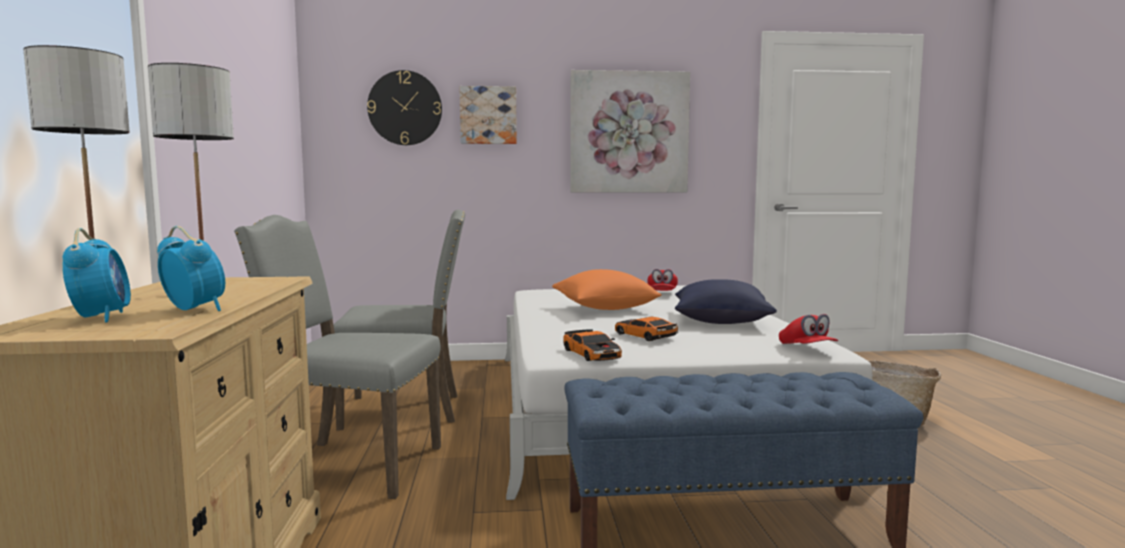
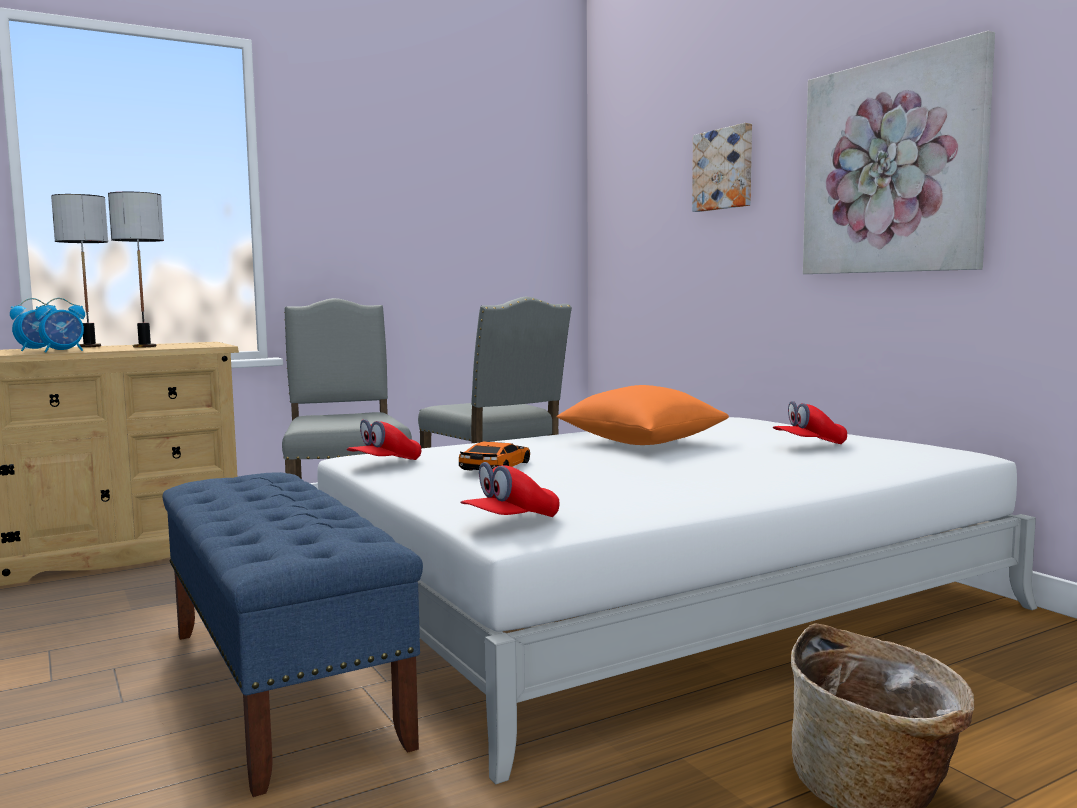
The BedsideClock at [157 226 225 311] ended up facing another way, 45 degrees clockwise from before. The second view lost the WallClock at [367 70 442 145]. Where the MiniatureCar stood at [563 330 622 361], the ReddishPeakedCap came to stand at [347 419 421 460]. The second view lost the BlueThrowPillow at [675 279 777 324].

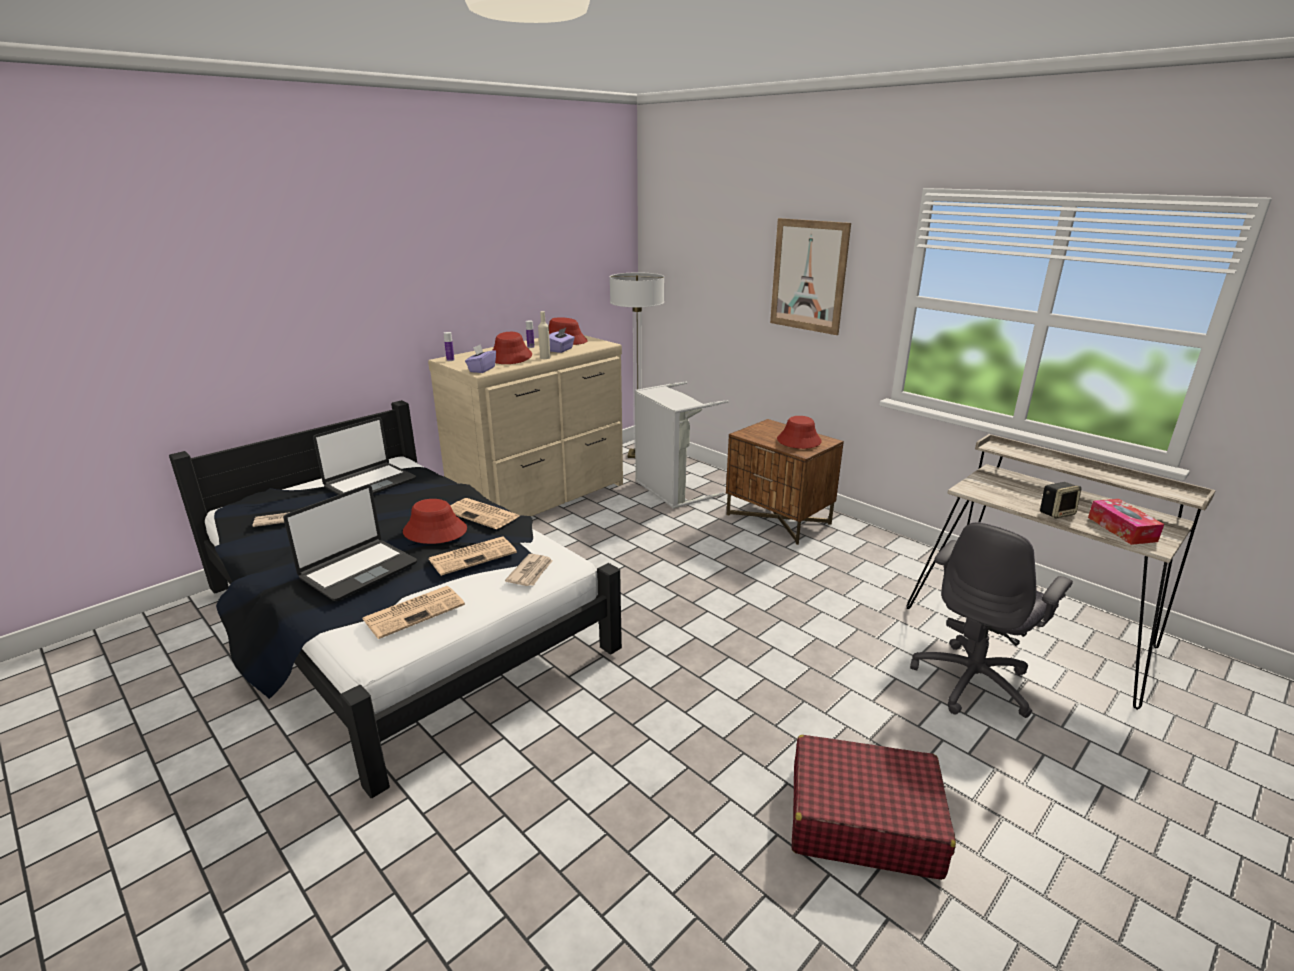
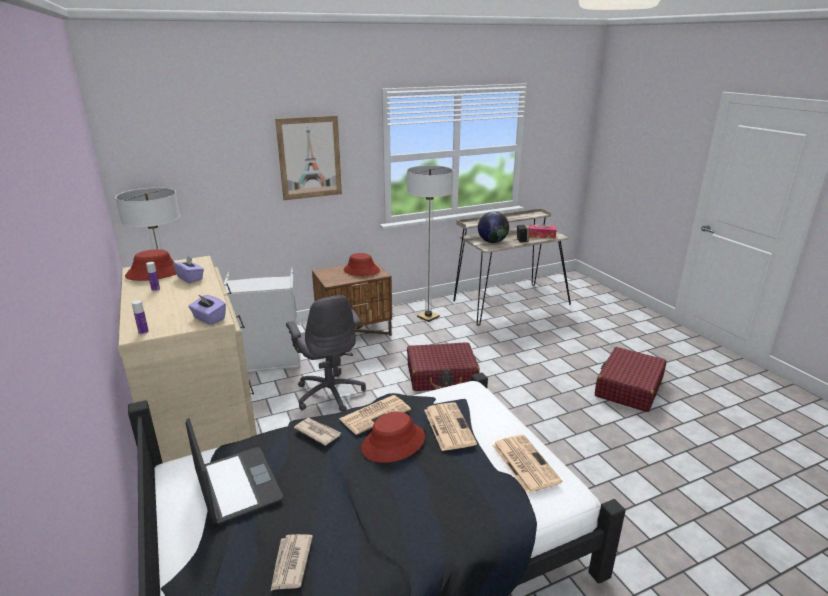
The second view lost the NotebookComputer at [284 485 417 601]. The second view lost the ReddishHat at [493 332 532 364]. The PrintedPaper ended up elsewhere, having gone from [505 554 552 586] to [294 418 341 446]. The second view lost the BeigeColouredBeverageBottle at [538 311 551 359]. The GreyOfficeChair ended up elsewhere, having gone from [910 522 1073 718] to [286 295 366 412]. The second view gained the StandingLamp at [407 165 454 322]. The second view gained the ReddishSuitcase at [407 342 480 391]. The second view gained the WorldGlobe at [478 211 509 243].

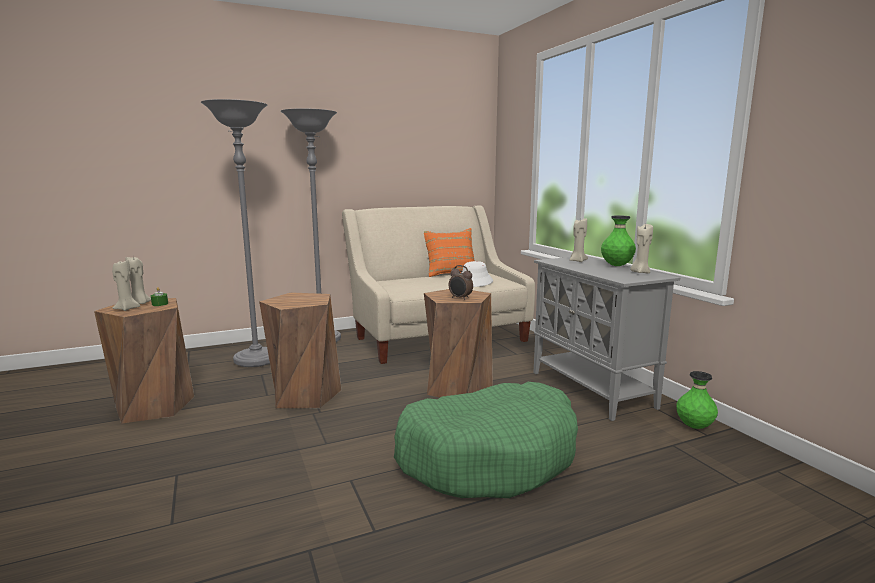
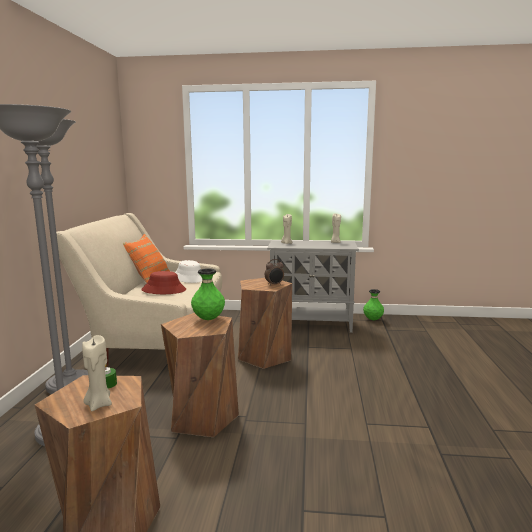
The second view lost the BeigeColouredCandle at [125 255 151 304]. The second view lost the GreenDogCushion at [394 382 578 498]. The GreenVase ended up elsewhere, having gone from [601 215 636 266] to [191 268 225 320]. The second view gained the ReddishHat at [141 271 186 294].

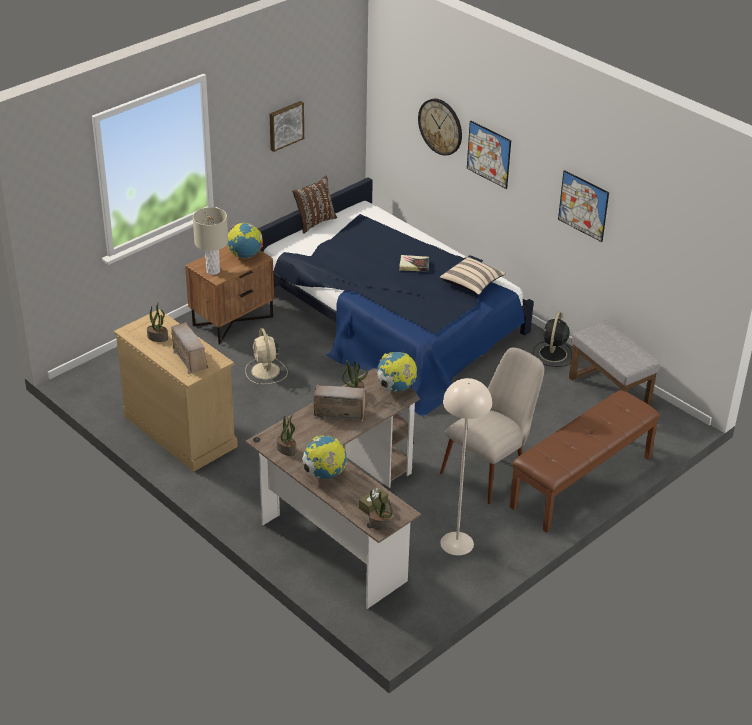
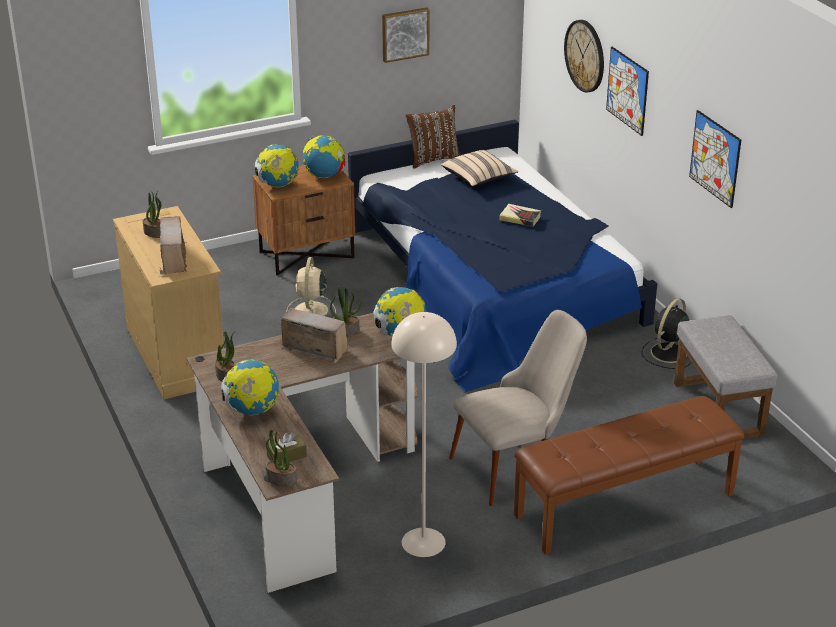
Where the BeigeColouredLampForATable stood at [193 207 228 275], the WorldGlobe came to stand at [255 144 299 187]. The BeigeColouredThrowPillow ended up elsewhere, having gone from [440 256 506 295] to [441 150 518 186].

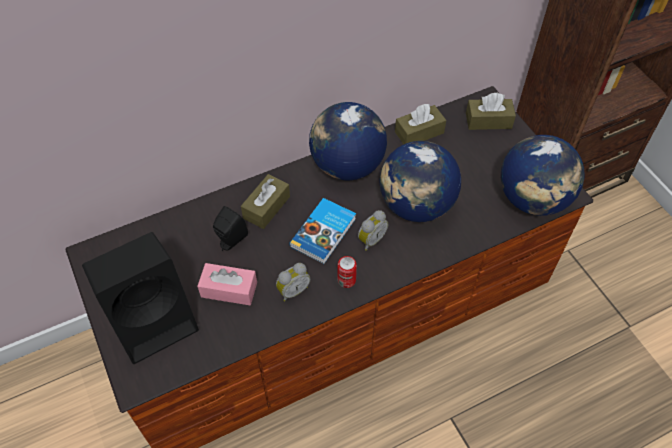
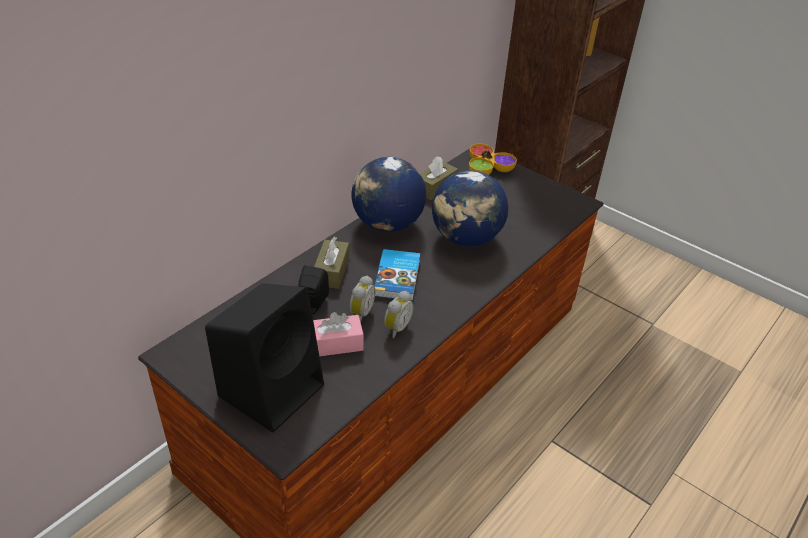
The second view lost the SealedCan at [337 256 357 288]. The BedsideClock ended up elsewhere, having gone from [358 210 388 251] to [350 276 375 322]. Where the BrownTissueBox stood at [466 93 516 130], the DeepDish came to stand at [469 144 517 175]. The second view lost the WorldGlobe at [501 135 585 216].

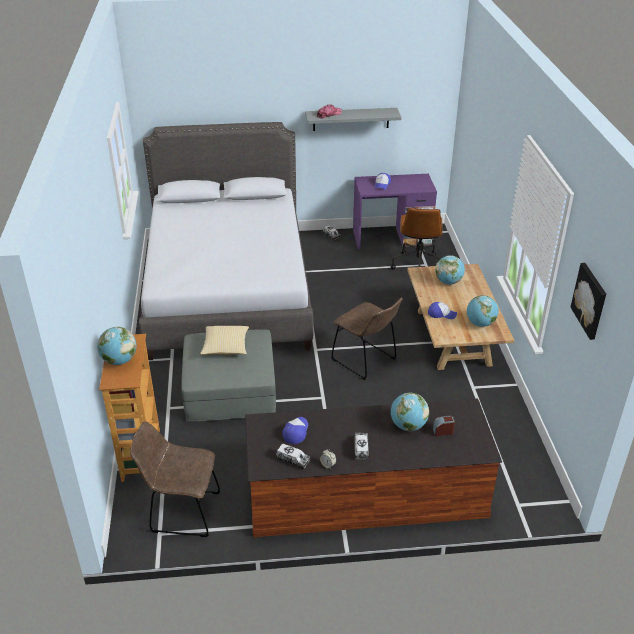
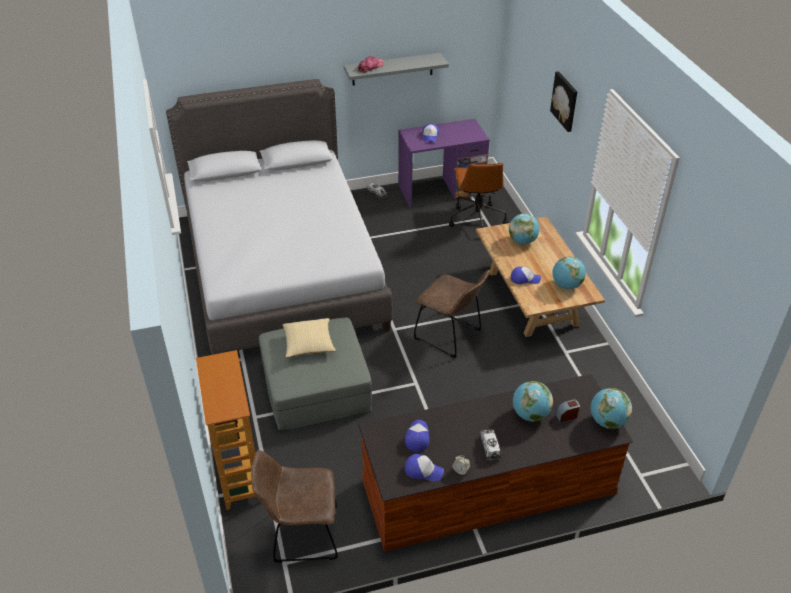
The WorldGlobe ended up elsewhere, having gone from [97 327 136 365] to [591 388 632 429]. Where the ModelTruck stood at [276 444 310 470], the PeakedCap came to stand at [405 454 444 481]. The WallPicture ended up elsewhere, having gone from [571 263 606 340] to [550 71 577 132].

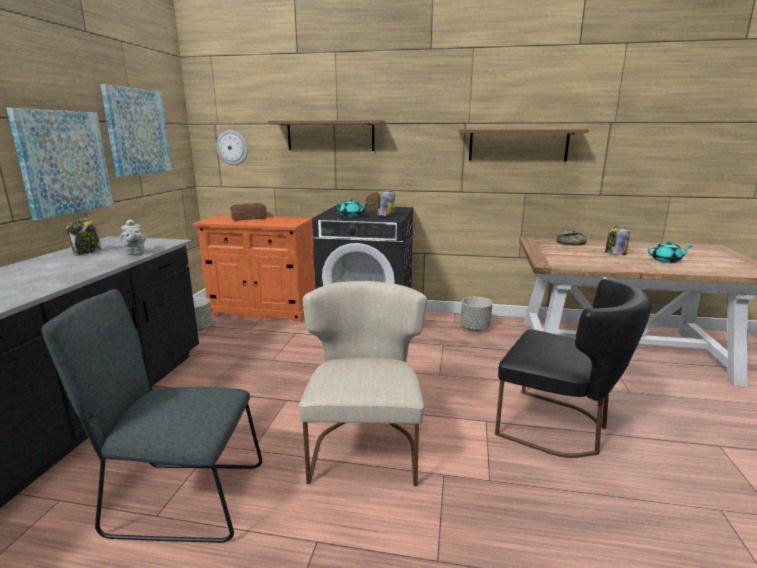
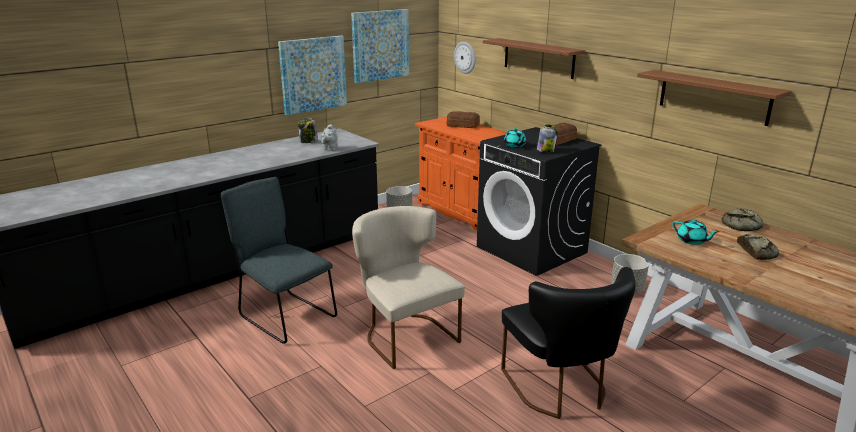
The BeigeColouredPlainChair at [299 281 427 486] ended up facing another way, 75 degrees counterclockwise from before. Where the PreserveJar stood at [605 226 630 255], the Bread came to stand at [737 234 779 260]. The TurquoiseColouredTeaPot ended up elsewhere, having gone from [648 241 692 263] to [672 220 720 245].

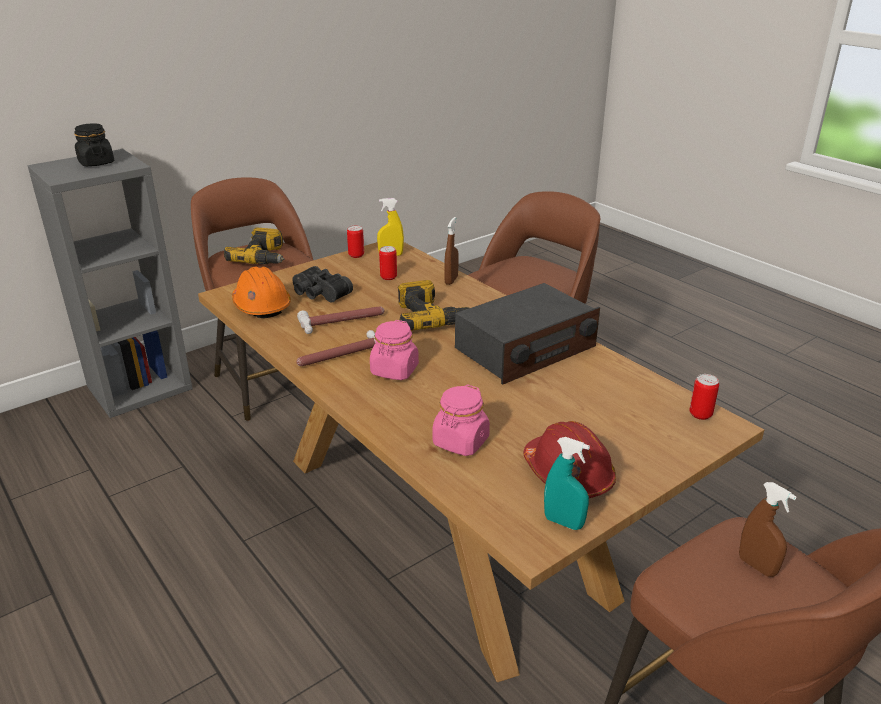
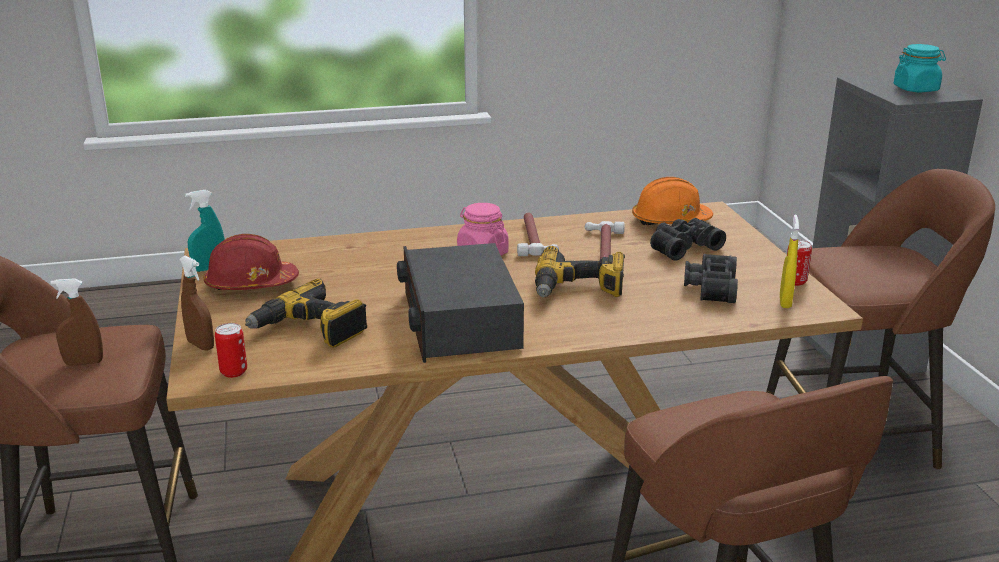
What was the BlackishPreserveJar at [74 123 114 166] turned into the TurquoiseColouredPreserveJar at [894 44 946 92]. The PowerDrill ended up elsewhere, having gone from [224 228 284 265] to [245 279 367 347]. Where the SealedCan stood at [379 246 397 280], the BlackishFieldGlasses came to stand at [684 254 738 303]. The second view lost the PinkPreserveJar at [432 385 490 456]. The BrownSprayBottle ended up elsewhere, having gone from [444 217 459 285] to [180 255 214 351].

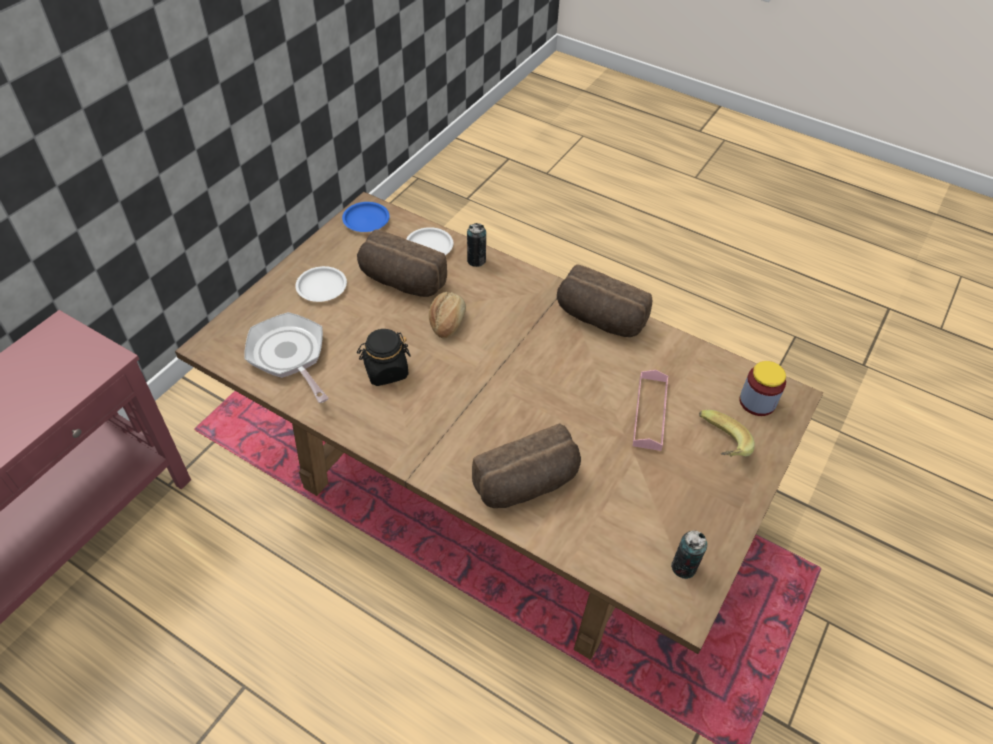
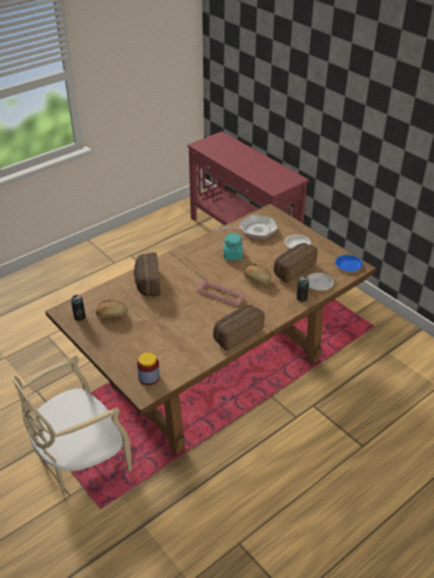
What was the BlackishPreserveJar at [357 329 411 386] turned into the TurquoiseColouredPreserveJar at [223 233 243 260]. The PinkServingTray ended up elsewhere, having gone from [633 370 668 451] to [198 280 244 306]. The second view lost the WholeBanana at [699 410 755 457]. The second view gained the BeigeColouredPlainChair at [12 356 132 495]. The second view gained the Bread at [96 299 127 318].

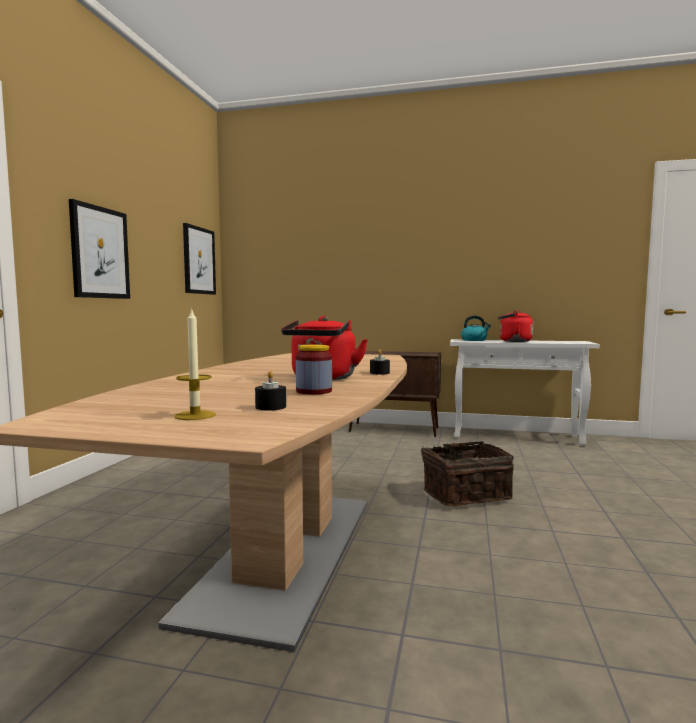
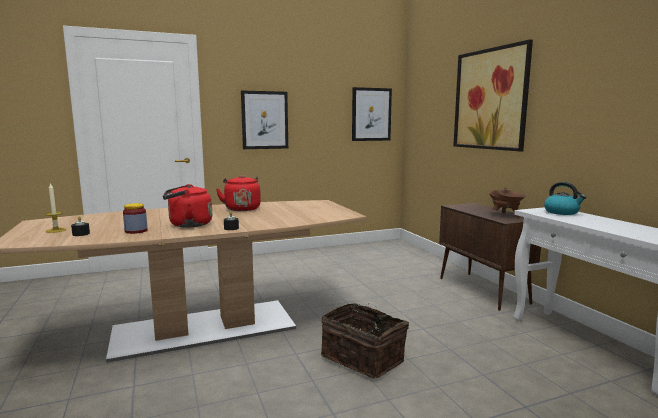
The ReddishWaterKettle ended up elsewhere, having gone from [498 311 533 342] to [216 175 261 211]. The second view gained the WallPicture at [453 39 533 151]. The second view gained the BrownSaucepot at [489 187 525 218].

